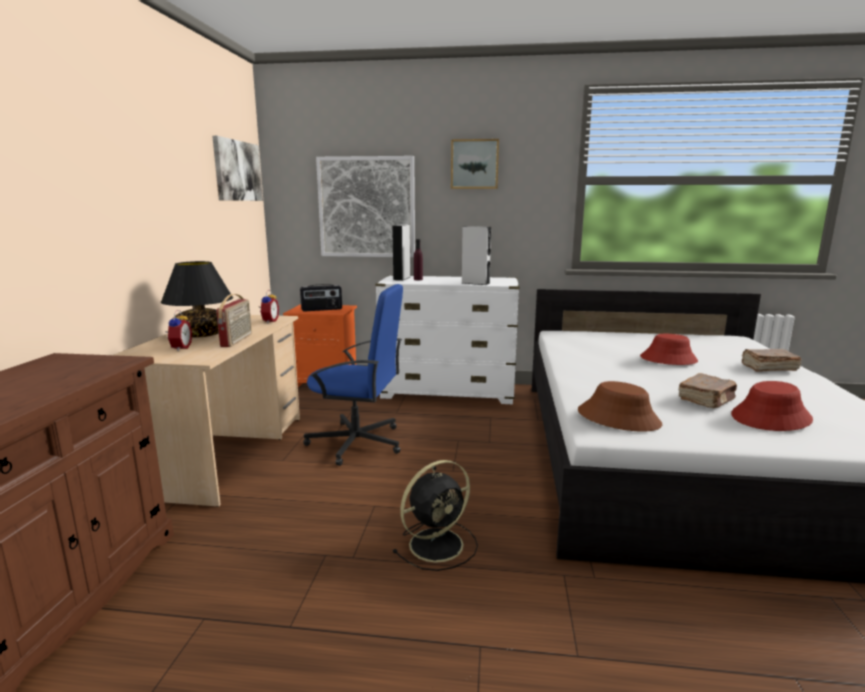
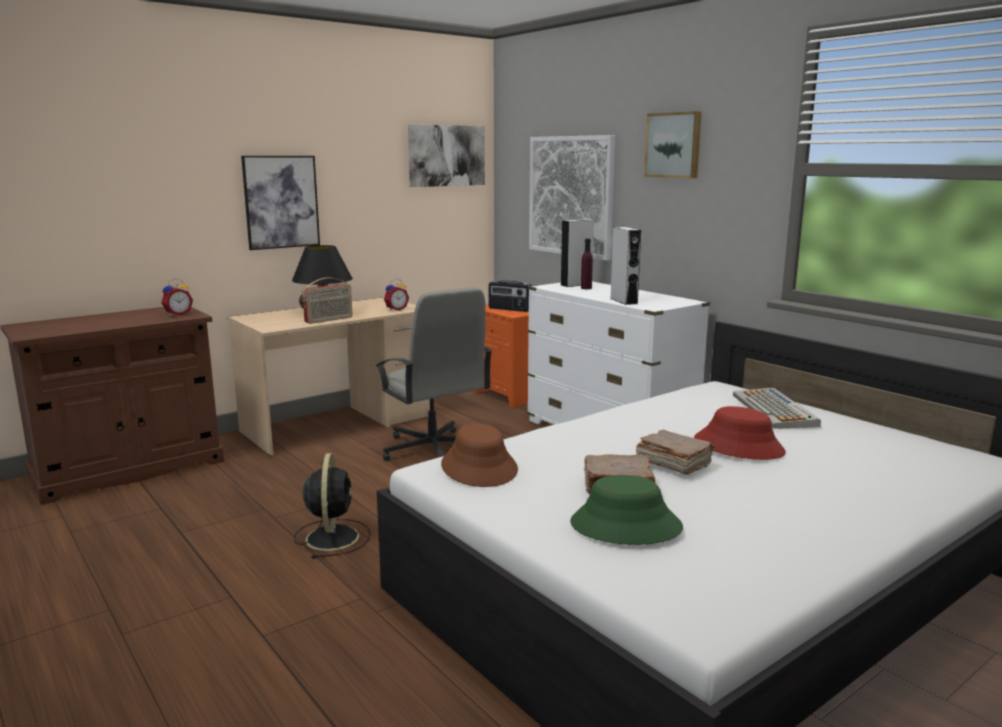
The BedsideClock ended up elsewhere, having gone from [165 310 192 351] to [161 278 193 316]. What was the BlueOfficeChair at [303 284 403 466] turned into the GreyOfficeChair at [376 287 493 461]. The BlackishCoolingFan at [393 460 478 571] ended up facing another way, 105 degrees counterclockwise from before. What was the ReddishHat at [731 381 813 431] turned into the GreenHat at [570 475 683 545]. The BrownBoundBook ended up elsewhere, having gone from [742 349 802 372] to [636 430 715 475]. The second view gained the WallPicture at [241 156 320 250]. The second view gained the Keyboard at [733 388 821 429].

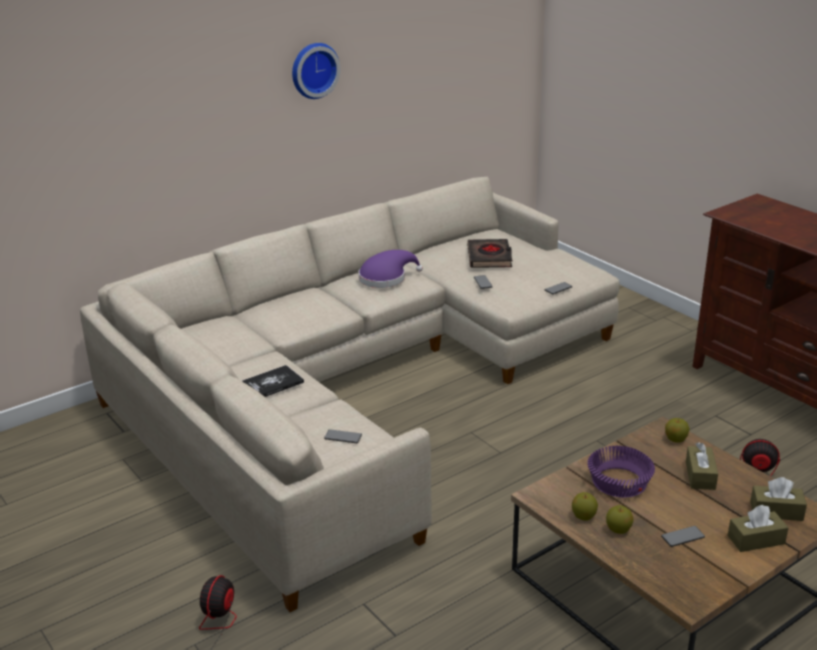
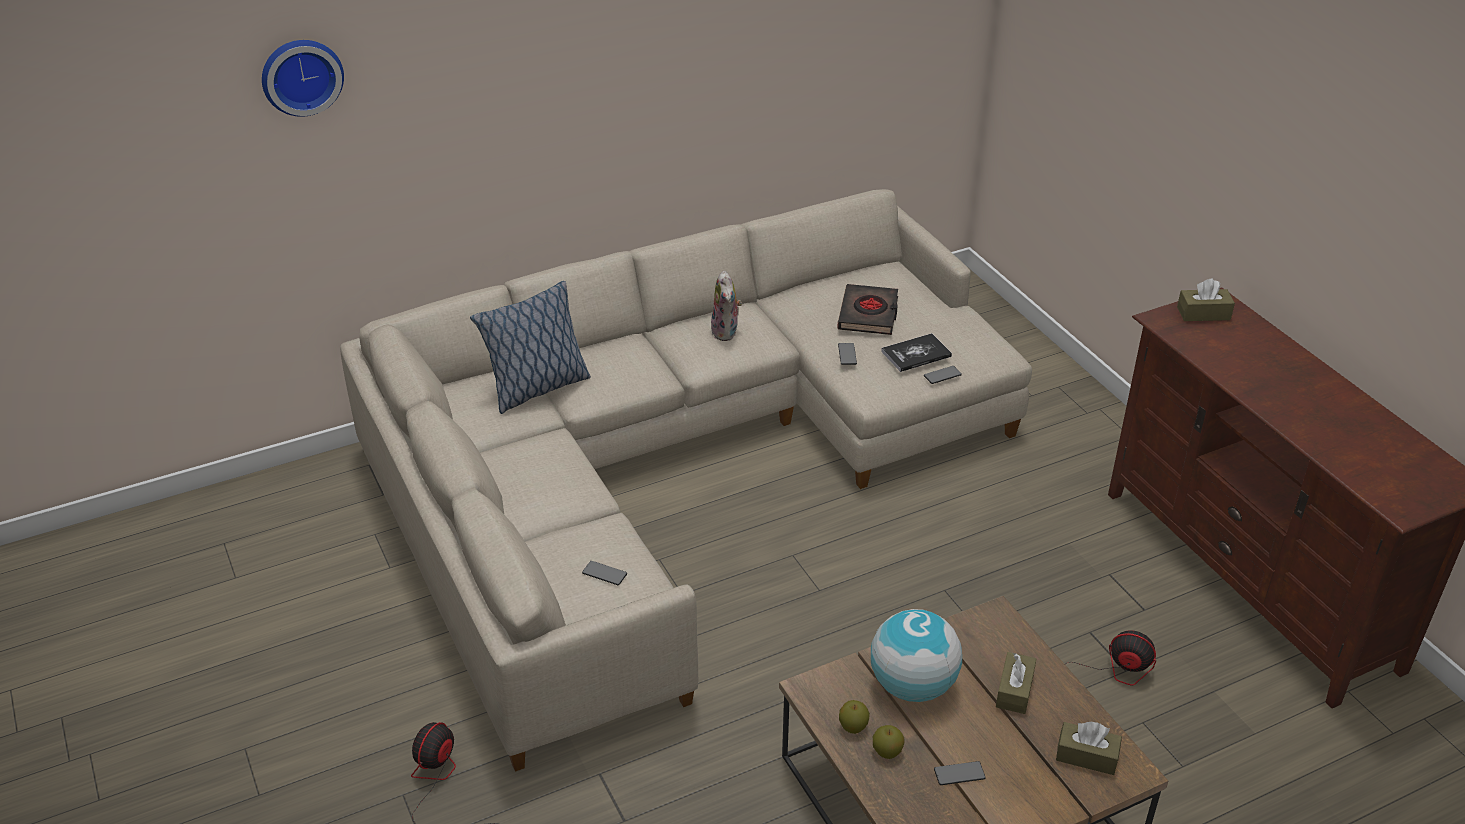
The BoundBook ended up elsewhere, having gone from [242 365 304 397] to [881 333 952 372]. The WallClock ended up elsewhere, having gone from [292 43 340 99] to [262 40 344 117]. Where the PurpleColouredHat stood at [359 250 423 288], the CuddlyToy came to stand at [711 270 742 341]. Where the PurpleColouredDeepDish stood at [587 446 655 497], the WorldGlobe came to stand at [871 609 962 702]. The second view lost the AppleFruit at [665 418 690 443]. The BrownTissueBox ended up elsewhere, having gone from [728 505 789 552] to [1177 278 1235 321]. The second view gained the ThrowPillow at [470 281 591 414].

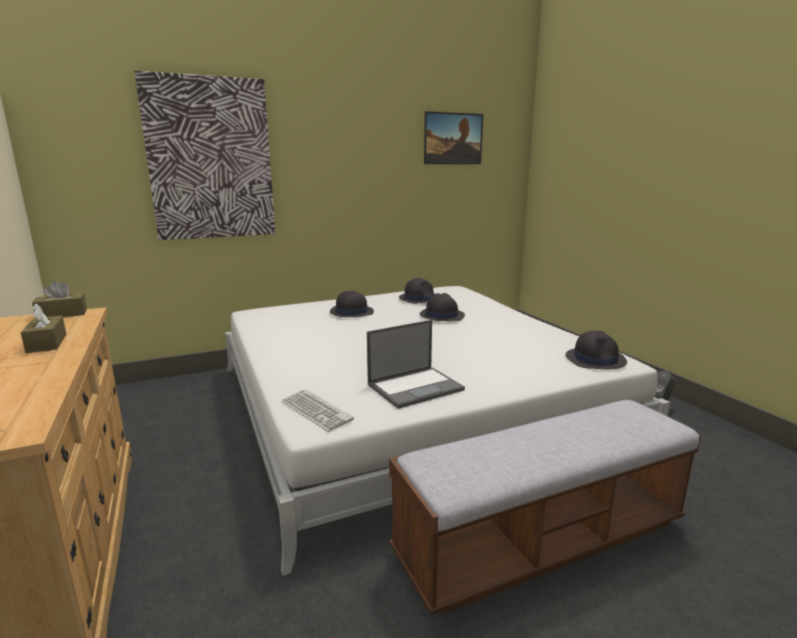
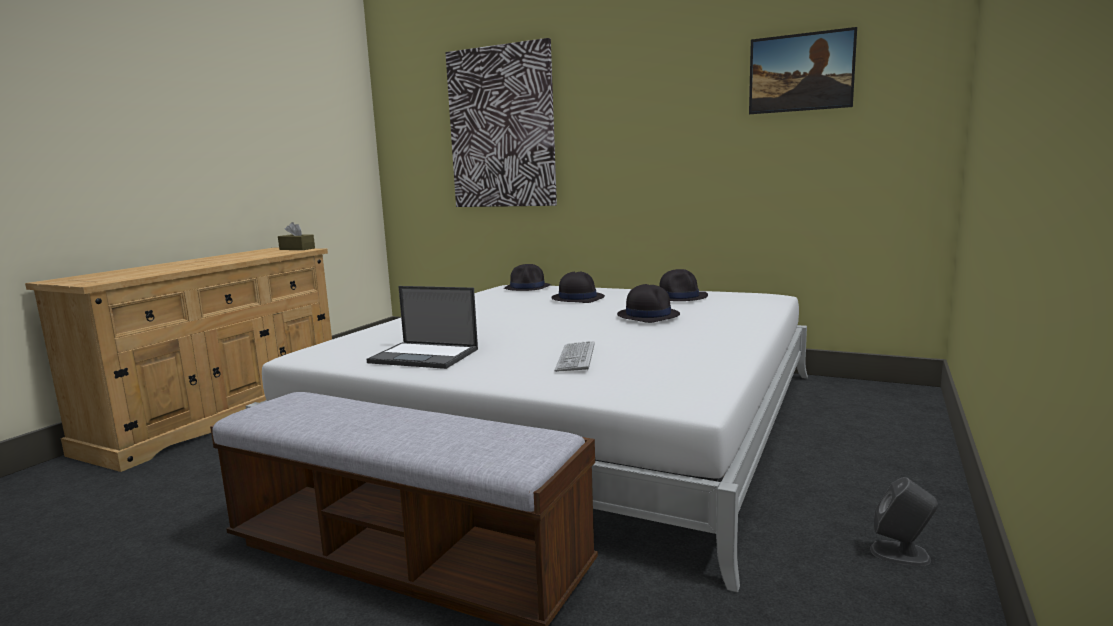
The second view lost the BrownTissueBox at [20 303 66 353]. The Keyboard ended up elsewhere, having gone from [281 389 354 432] to [554 341 595 372]. The BlackishHat ended up elsewhere, having gone from [565 330 627 369] to [504 264 551 291].

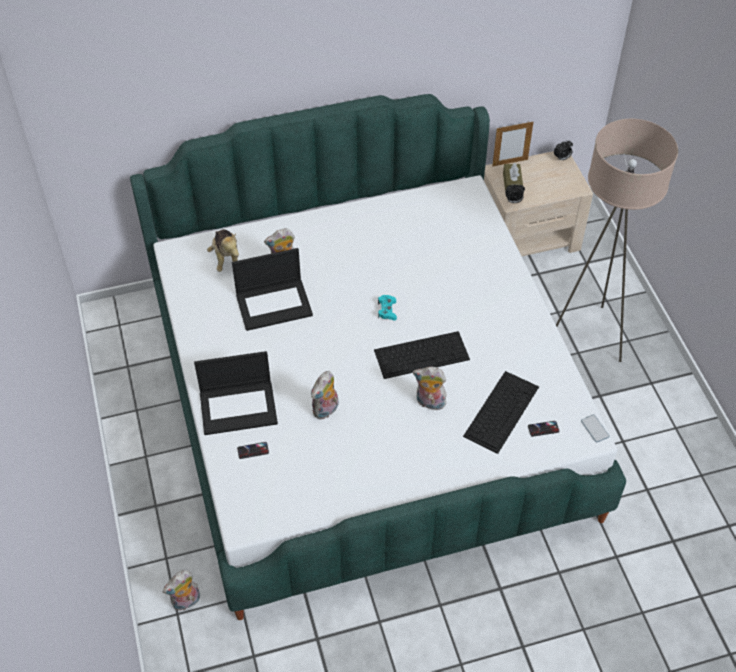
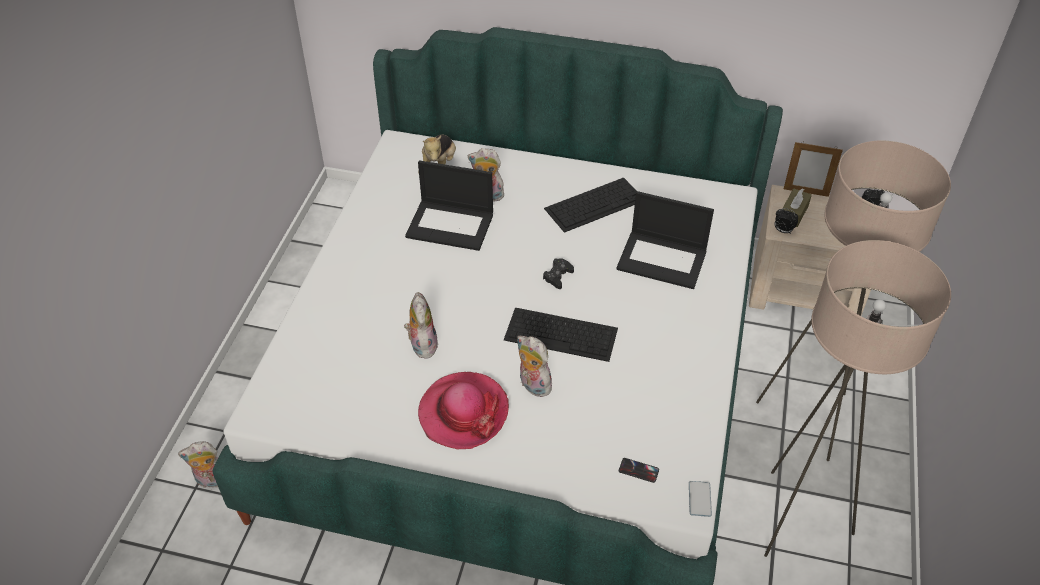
The NotebookComputer ended up elsewhere, having gone from [194 351 278 435] to [616 191 714 289]. The second view lost the Telephone at [237 442 269 459]. The CuddlyToy at [311 371 338 420] ended up facing another way, 105 degrees clockwise from before. What was the TurquoiseColouredGamepad at [378 295 397 321] turned into the BlackishGamepad at [543 258 574 289]. The Keyboard ended up elsewhere, having gone from [463 371 539 454] to [544 178 637 233]. The second view gained the Hat at [418 372 509 449]. The second view gained the BeigeColouredStandingLamp at [764 240 951 557].

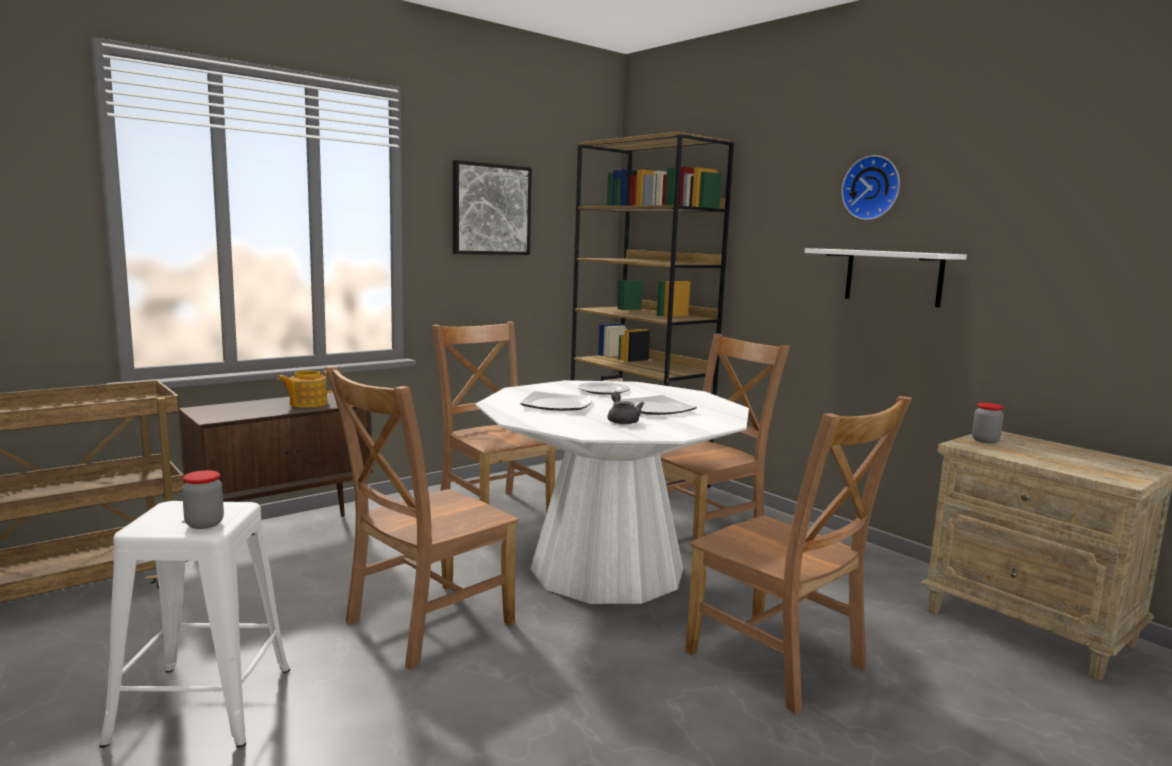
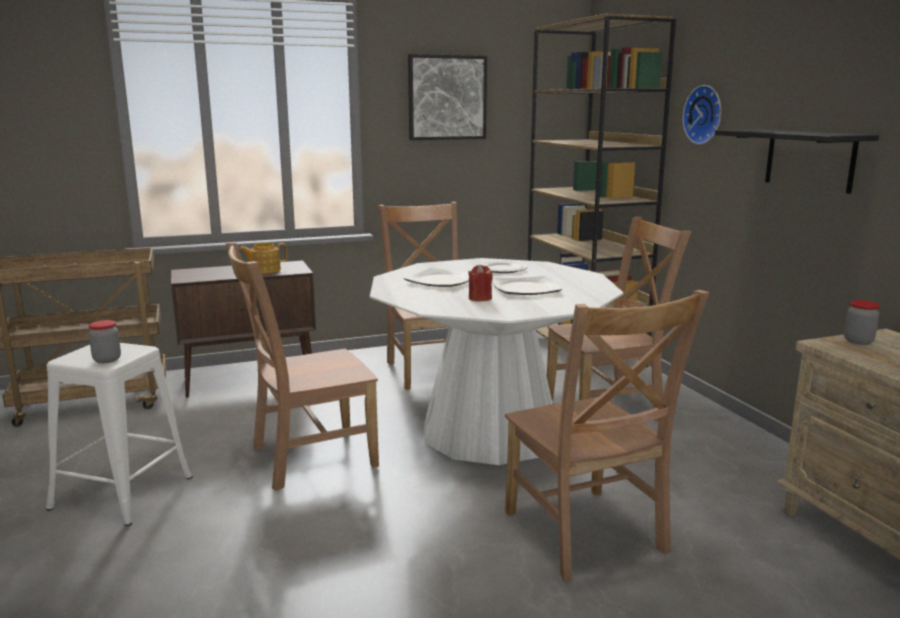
Where the GreyTeaPot stood at [608 392 644 424], the ReddishCandle came to stand at [468 265 493 301]. What was the WhiteColouredWallShelf at [804 248 967 307] turned into the BlackishWallShelf at [714 129 879 194]. The WallClock ended up elsewhere, having gone from [841 155 900 220] to [683 85 721 144].

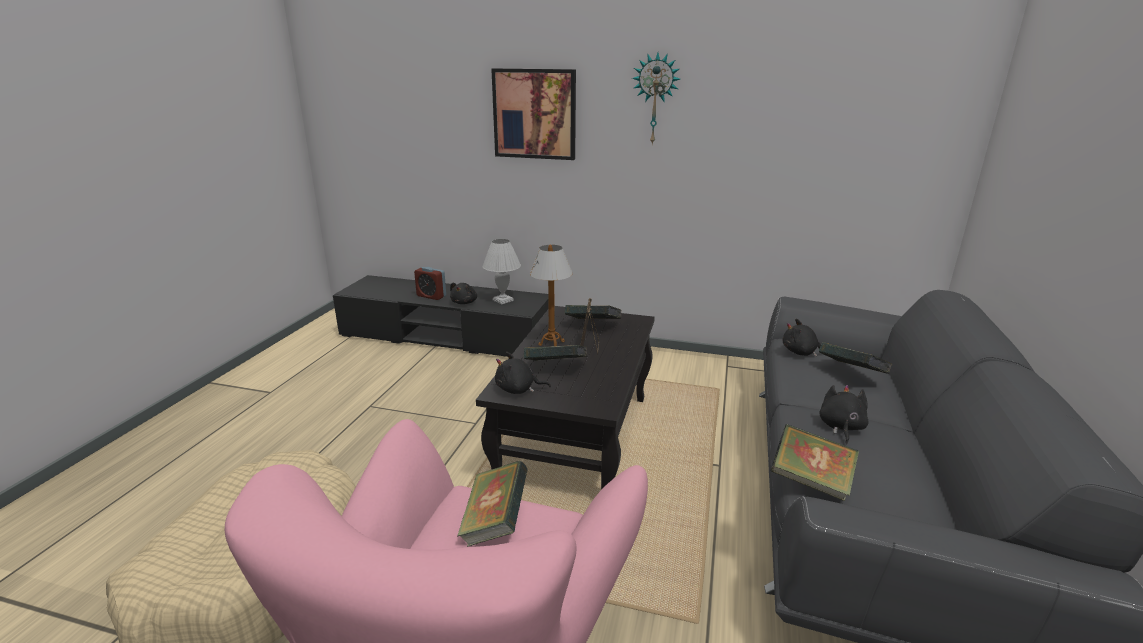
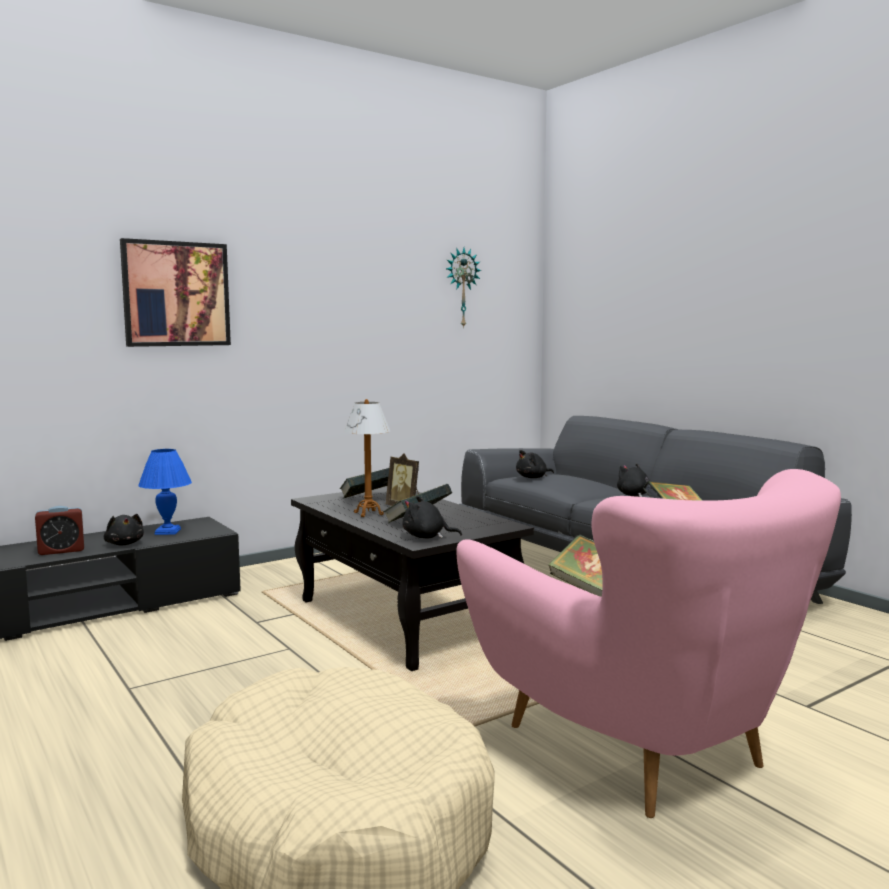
What was the WhiteColouredLampForATable at [483 239 521 304] turned into the BlueLampForATable at [138 449 192 535]. The BlackishCuddlyToy at [495 352 551 394] ended up facing another way, 60 degrees clockwise from before. The WallClock ended up elsewhere, having gone from [632 53 680 145] to [446 248 481 328]. The second view lost the BoundBook at [819 342 892 374].

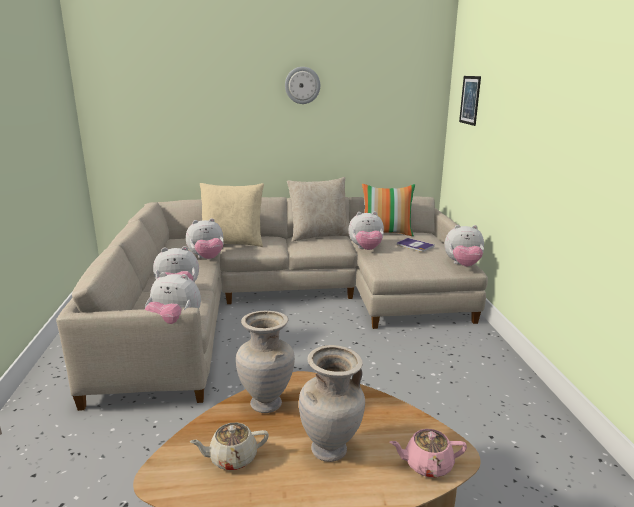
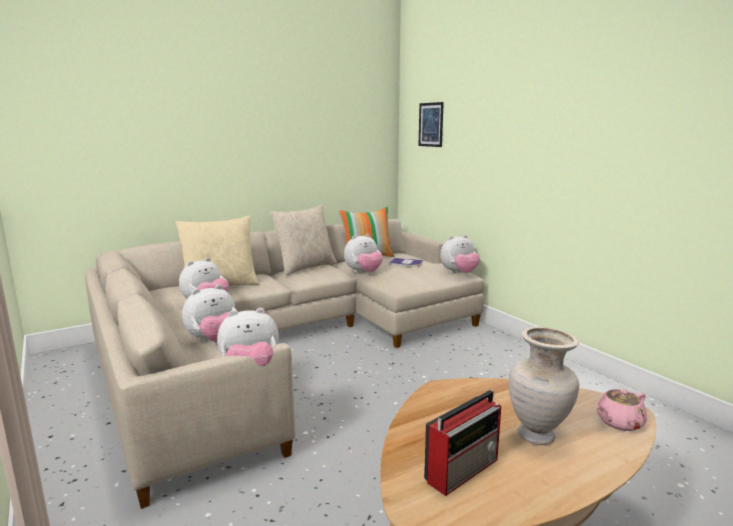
Where the BeigeColouredTeaPot stood at [189 423 269 470], the RadioSet came to stand at [424 390 501 496]. The second view lost the BeigeColouredVase at [236 311 295 413]. The second view lost the WallClock at [285 67 320 104].

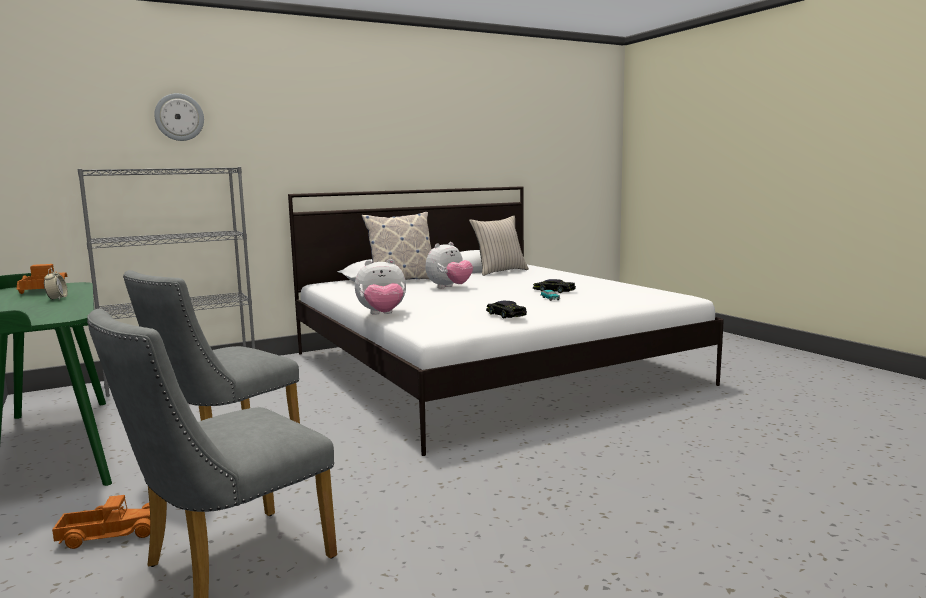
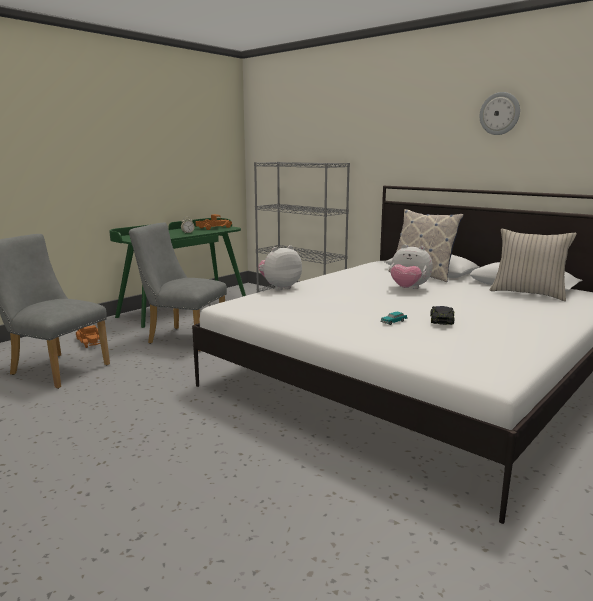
The WallClock ended up elsewhere, having gone from [154 93 204 141] to [480 92 520 135]. The CuddlyToy at [355 259 406 315] ended up facing another way, 90 degrees clockwise from before. The second view lost the BlackishMiniatureCar at [486 301 527 319].

